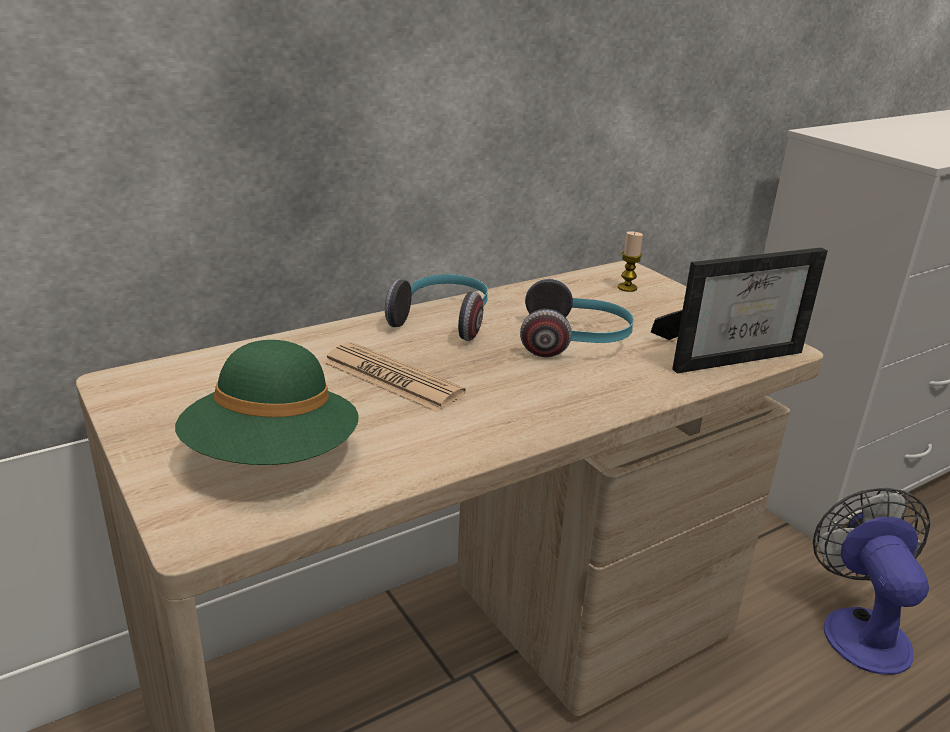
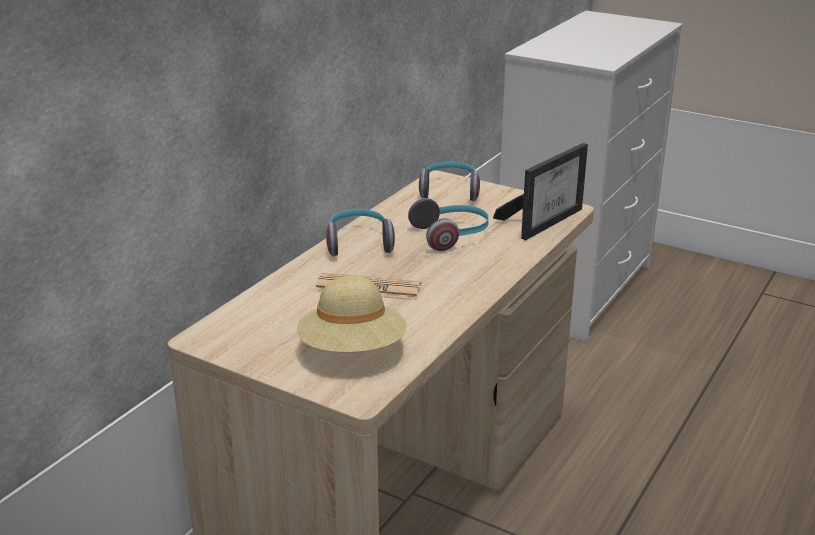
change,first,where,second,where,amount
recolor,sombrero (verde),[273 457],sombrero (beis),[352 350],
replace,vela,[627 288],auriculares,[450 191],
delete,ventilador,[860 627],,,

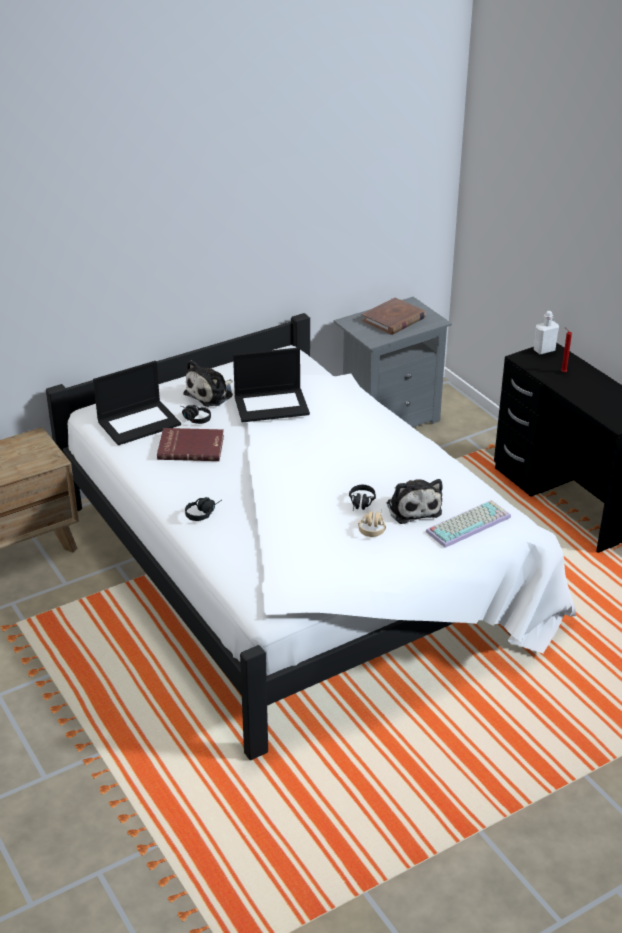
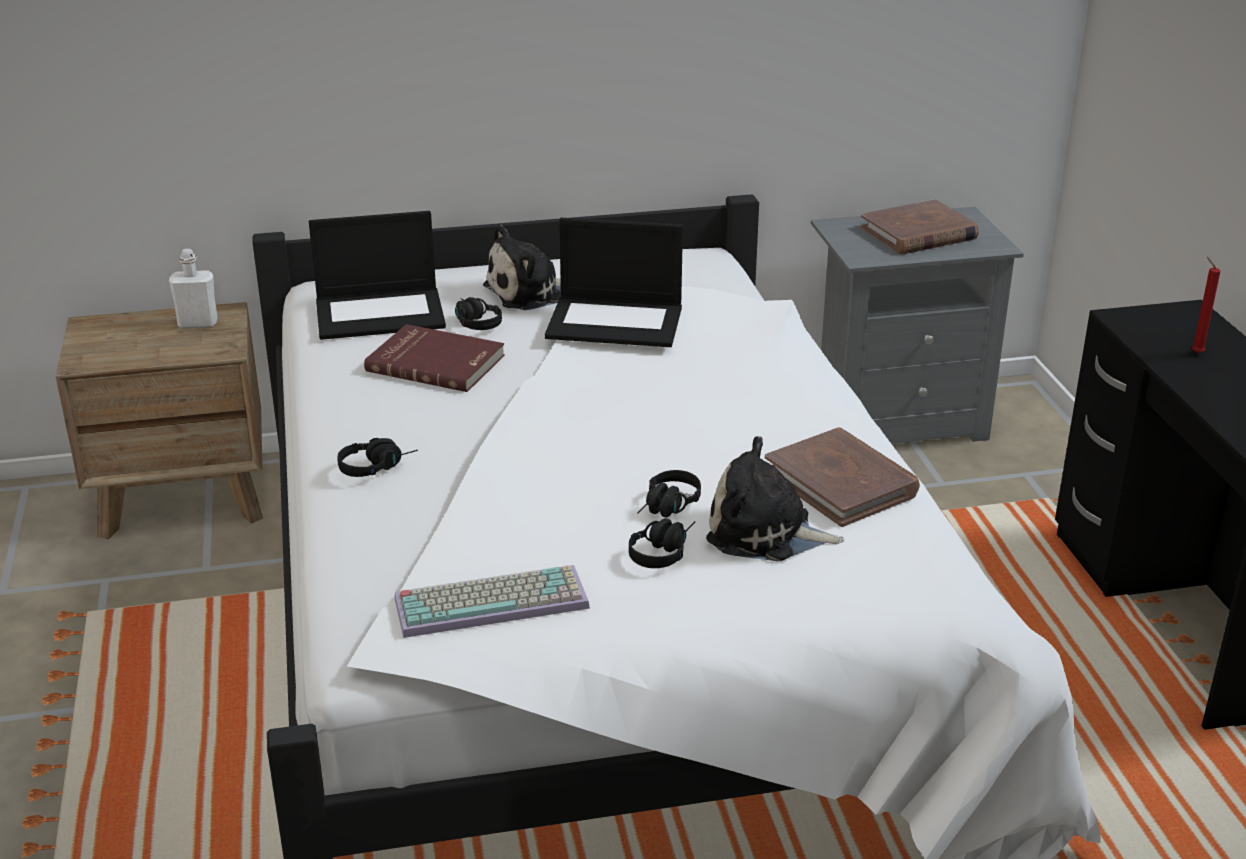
change,first,where,second,where,amount
move,botella (blanco),[544 350],,[198 323],
move,teclado,[468 523],,[493 601],
recolor,auriculares (beis),[372 527],auriculares (negro),[663 551],
rotate,peluche,[413 507],,[765 533],105 degrees clockwise
insert,,,libro (marrón),[841 483],

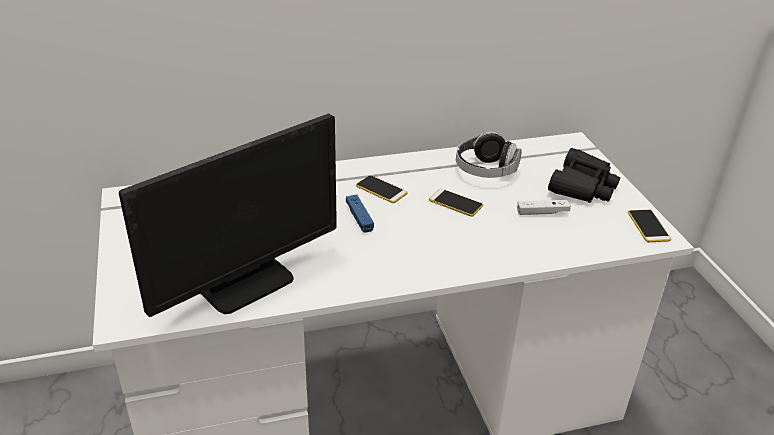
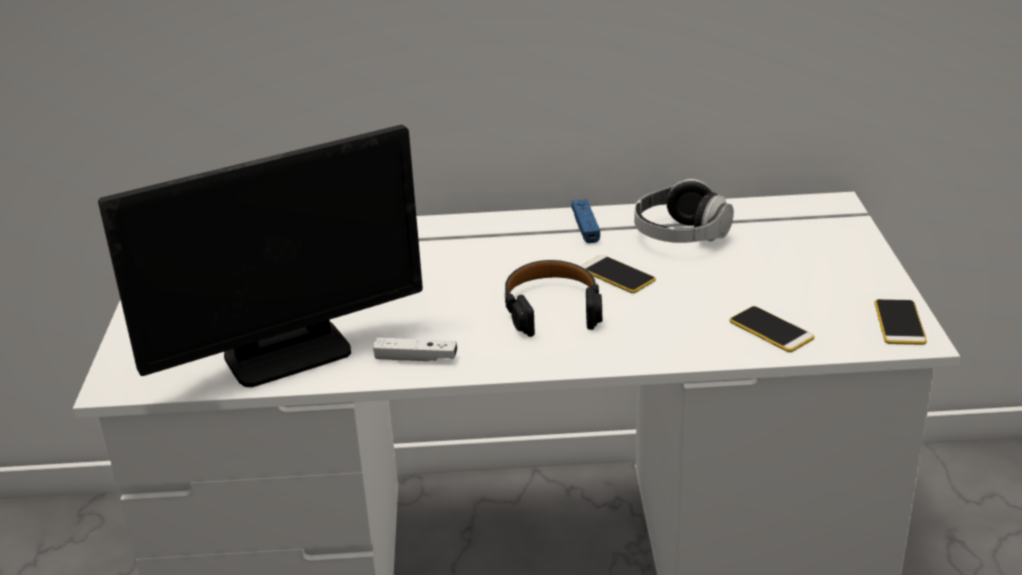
change,first,where,second,where,amount
move,mando de consola (blanco),[542 212],,[416 358],
insert,,,auriculares (negro),[552 308],
move,mando de consola (azul),[359 218],,[585 227],
move,móvil,[381 190],,[771 330],
delete,prismáticos (negro),[582 186],,,

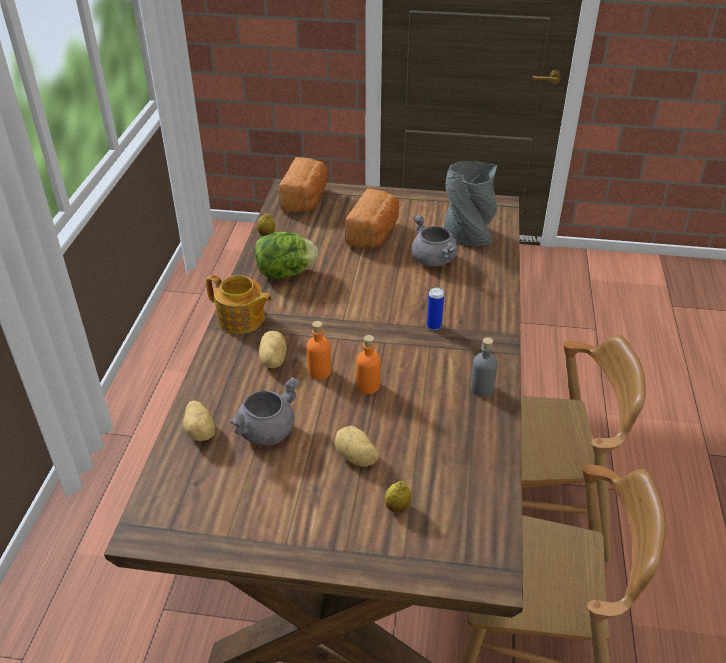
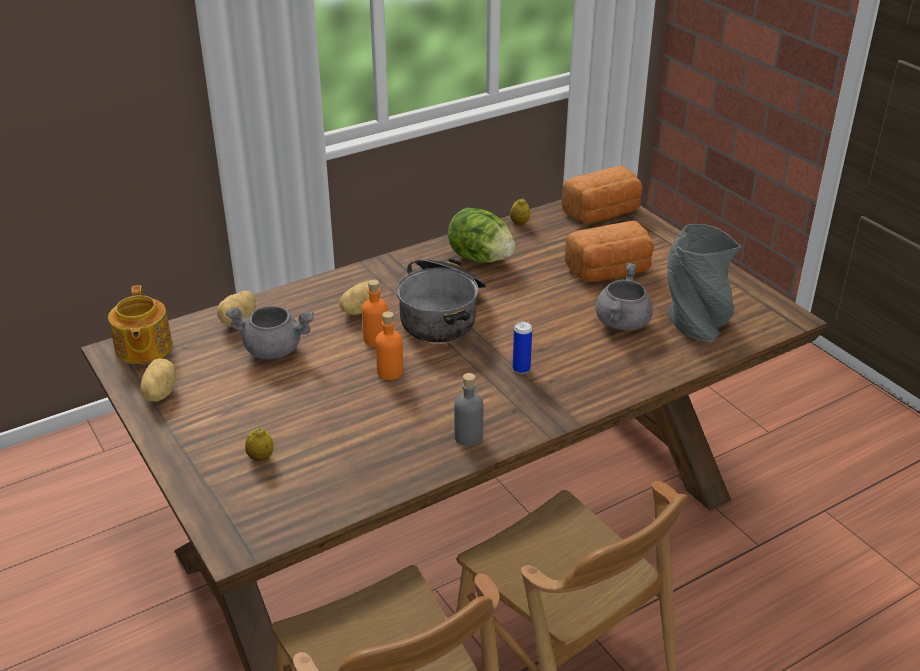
change,first,where,second,where,amount
move,tetera,[241 319],,[143 348],
move,patata,[356 458],,[159 393],
insert,,,olla,[443 314],

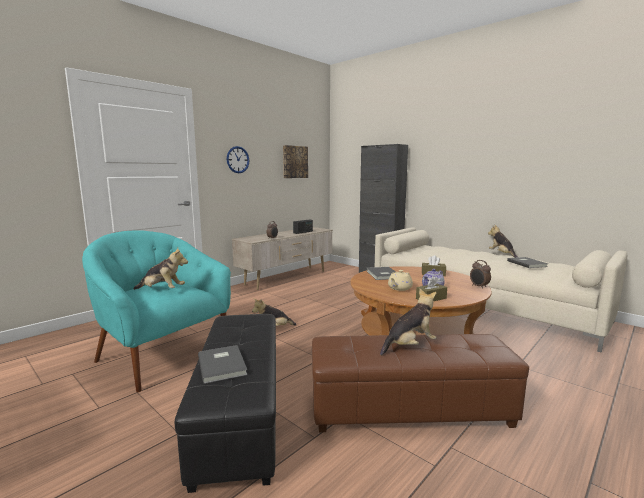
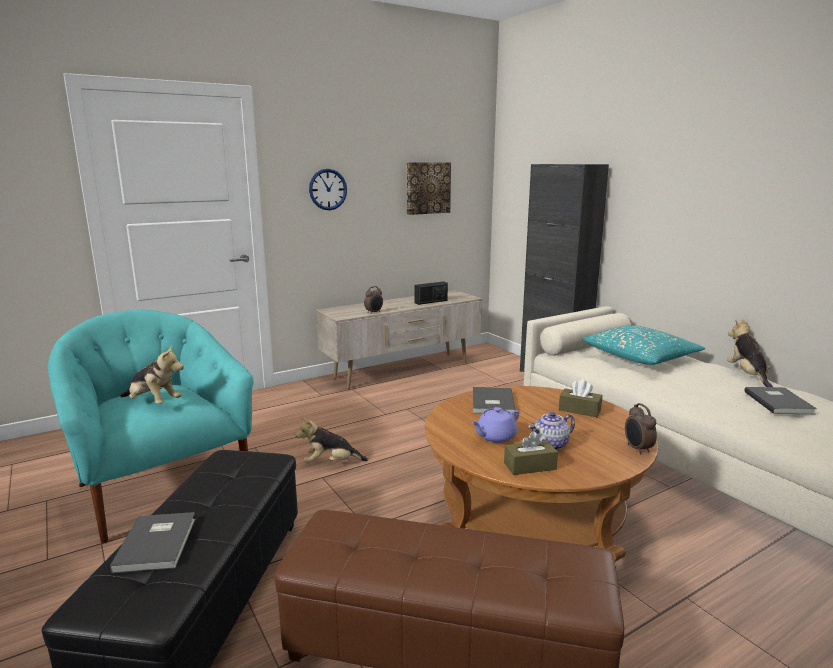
change,first,where,second,where,amount
recolor,tetera (beis),[399 288],tetera (morado),[495 437],
insert,,,cojín (turquesa),[640 357],
delete,peluche,[409 346],,,

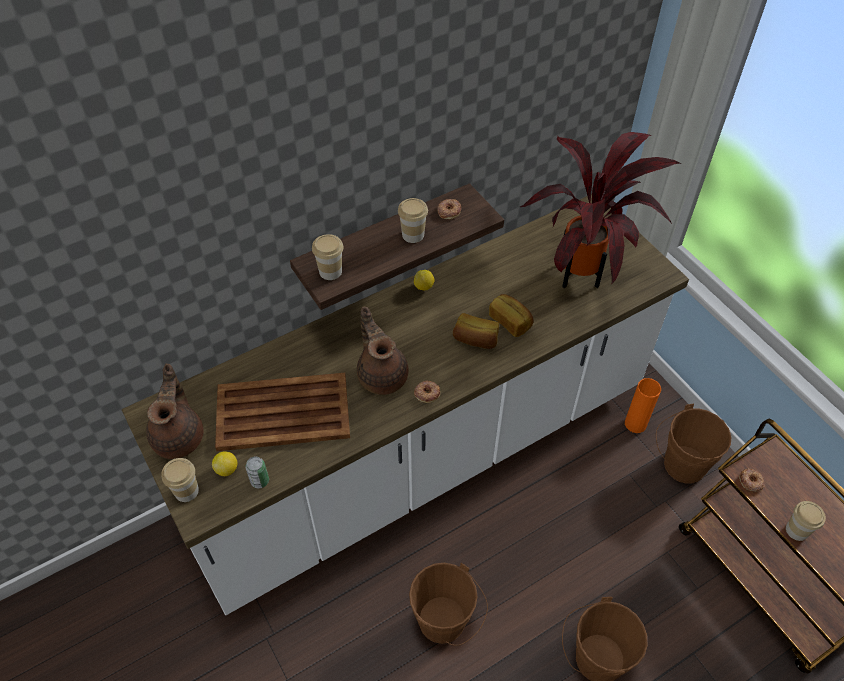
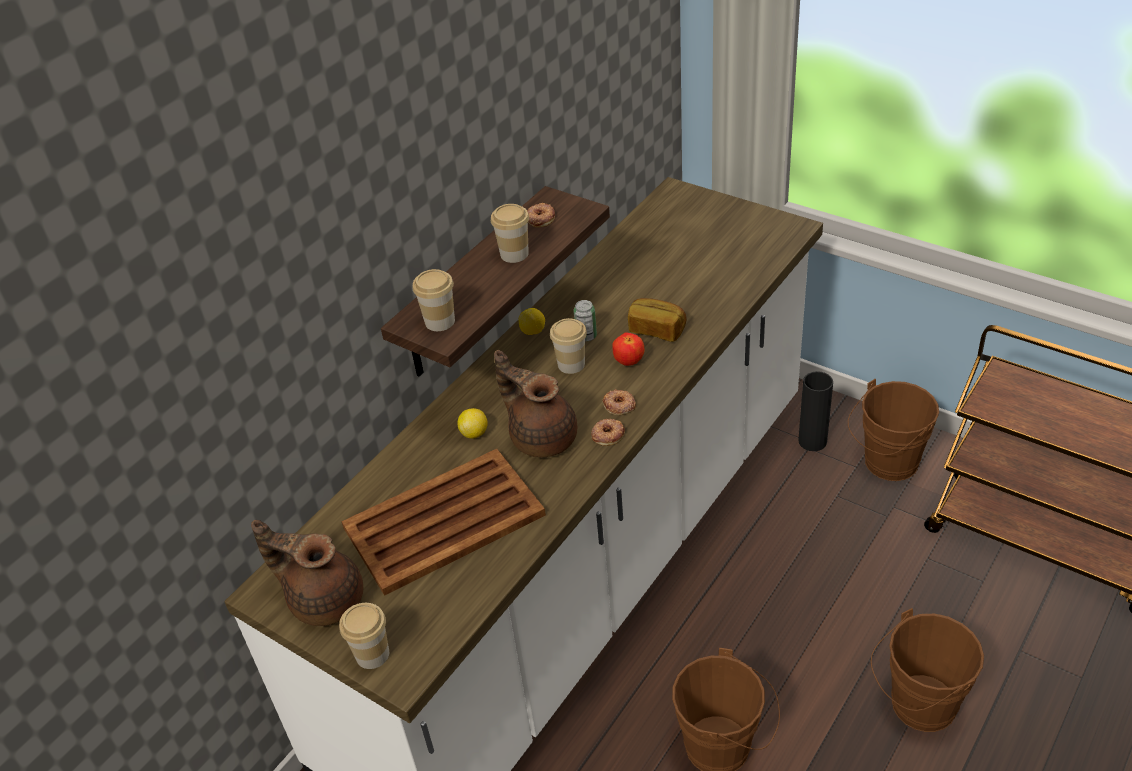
change,first,where,second,where,amount
rotate,tetera (marrón),[179 436],,[324 598],45 degrees counterclockwise
move,limón,[227 469],,[474 433],
move,taza,[797 530],,[571 364],
move,lata,[260 481],,[586 336],
move,rosquilla,[750 481],,[619 405],
replace,pan,[475 340],manzana,[629 362],
recolor,florero (naranja),[635 423],florero (negro),[812 441],
delete,planta en maceta,[584 276],,,

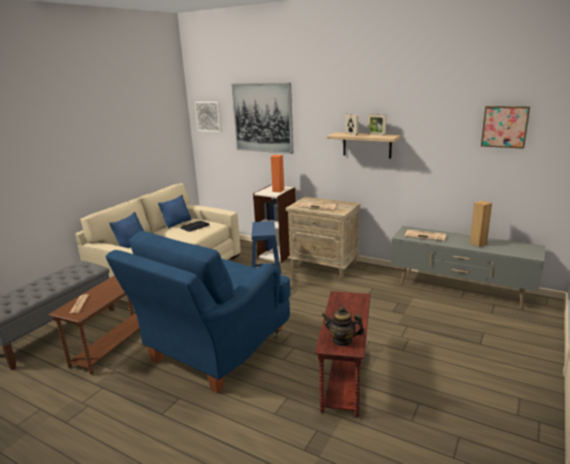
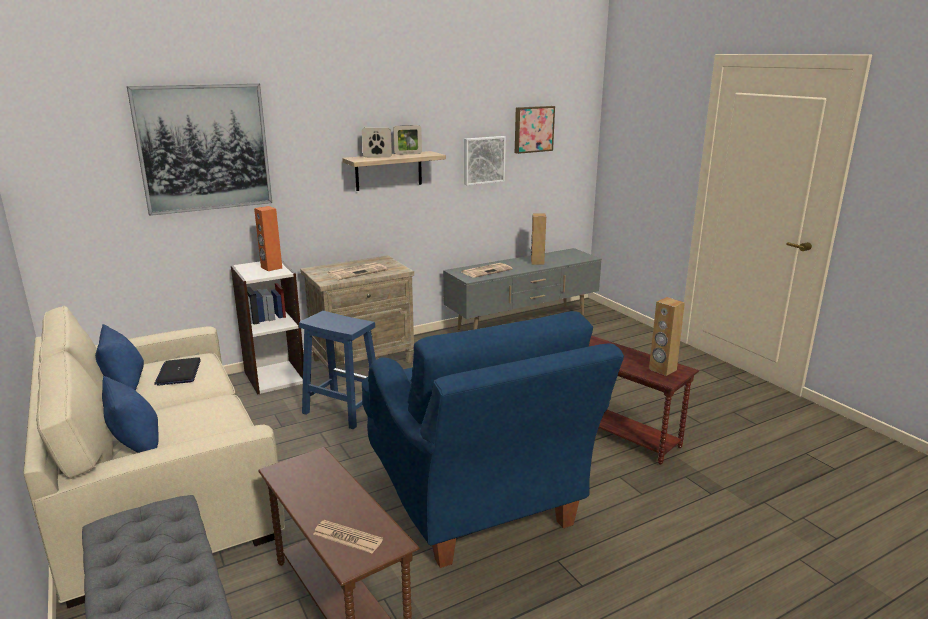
change,first,where,second,where,amount
move,cuadro,[209 116],,[483 160],
replace,tetera,[342 340],altavoz (marrón),[662 369],

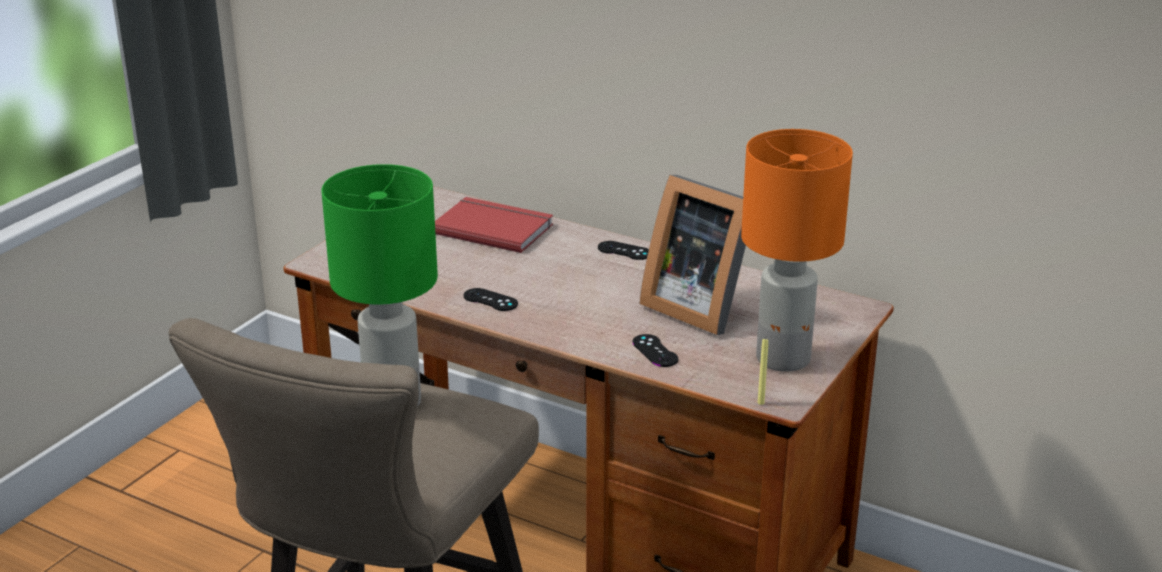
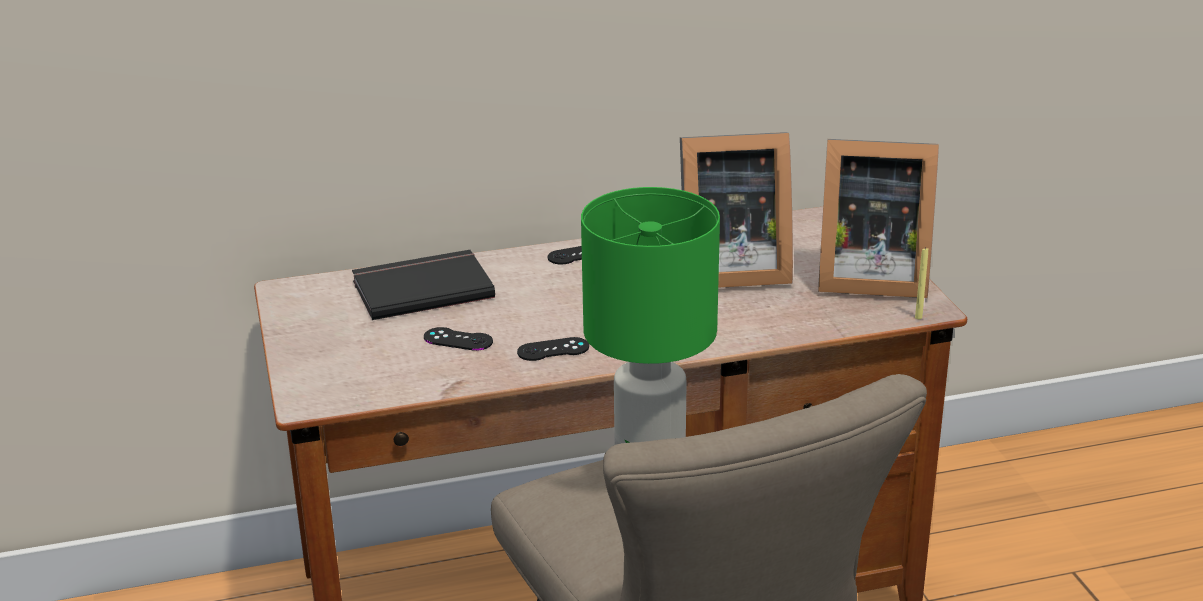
change,first,where,second,where,amount
recolor,libro (rojo),[493 228],libro (negro),[421 288],
move,mando de consola (negro),[655 351],,[458 339],
replace,lámpara de mesa (naranja),[784 359],portarretratos,[867 277],

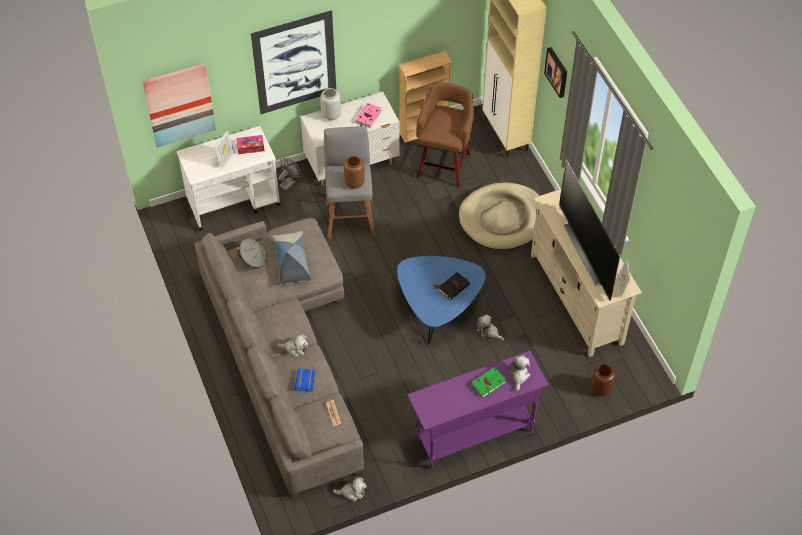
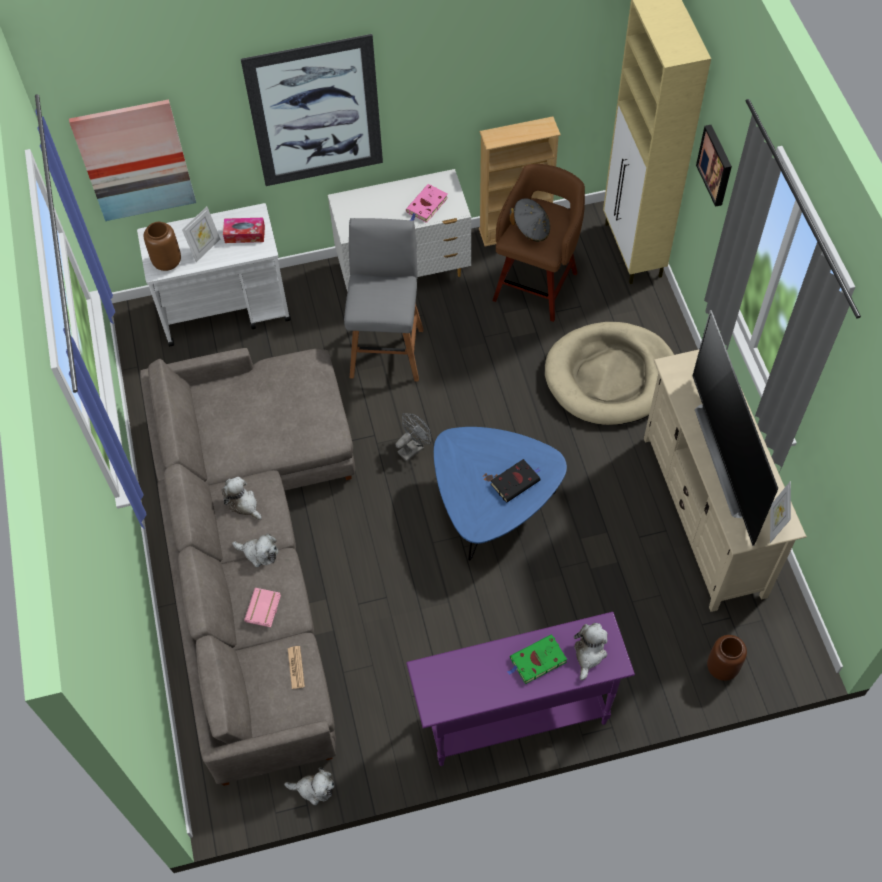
change,first,where,second,where,amount
move,florero (marrón),[354 182],,[167 261],
move,peluche,[488 332],,[243 504],
recolor,libro (azul),[306 381],libro (rosa),[264 609],
move,ventilador (gris),[289 182],,[413 448],
move,sombrero (gris),[253 259],,[531 229],
delete,cojín,[291 262],,,
delete,florero (gris),[331 115],,,

